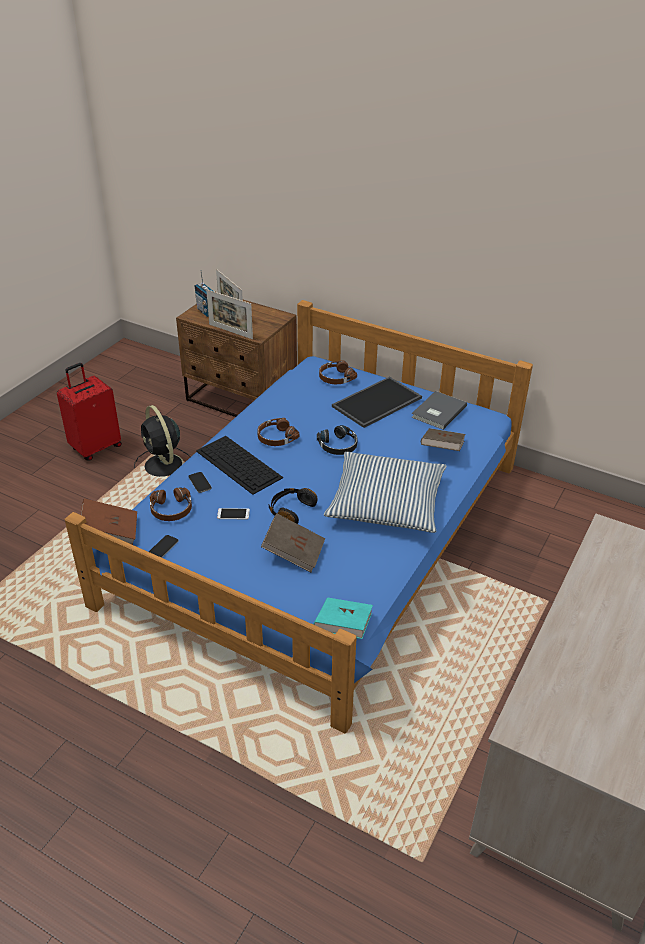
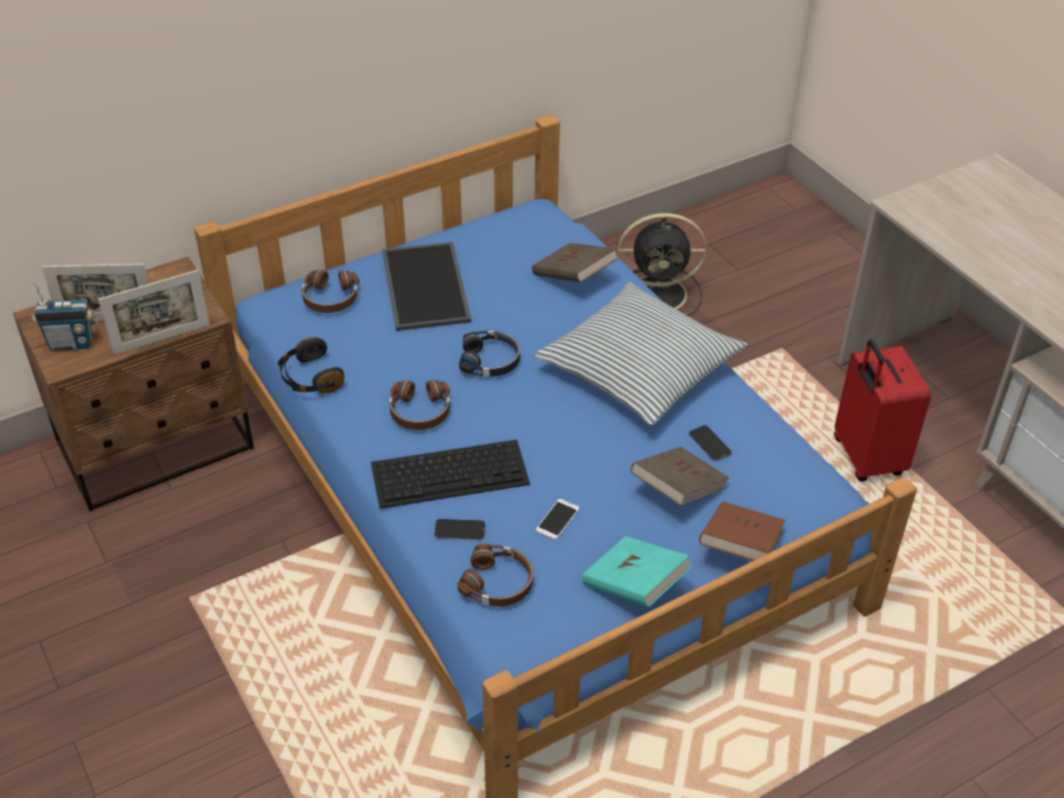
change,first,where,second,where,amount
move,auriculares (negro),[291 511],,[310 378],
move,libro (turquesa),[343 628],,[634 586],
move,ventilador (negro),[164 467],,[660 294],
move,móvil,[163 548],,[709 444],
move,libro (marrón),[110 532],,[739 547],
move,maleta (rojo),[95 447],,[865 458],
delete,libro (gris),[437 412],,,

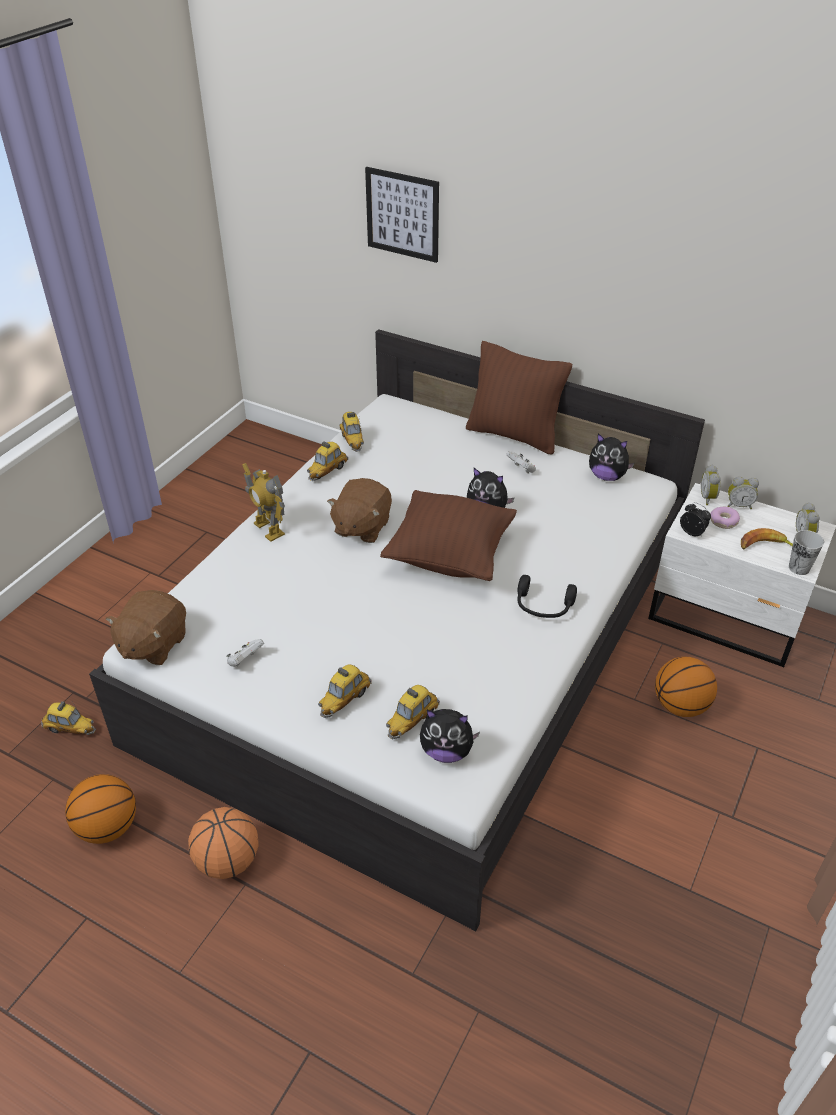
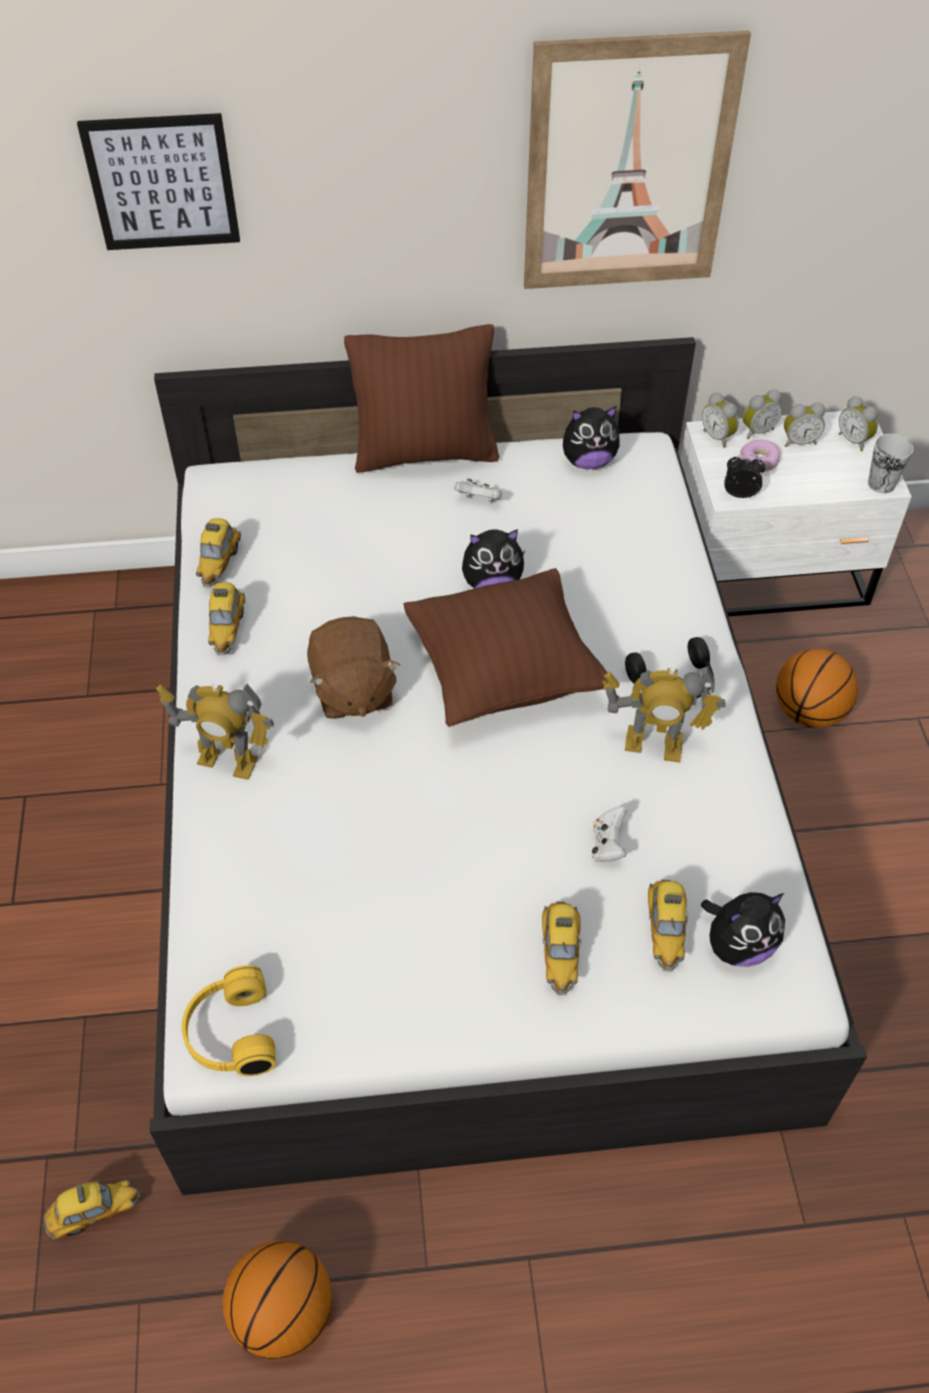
change,first,where,second,where,amount
replace,peluche (marrón),[152 644],auriculares (amarillo),[229 1033],
rotate,coche de juguete,[352 441],,[219 563],60 degrees clockwise
insert,,,cuadro,[628 167],
move,mando de consola (blanco),[245 660],,[607 845],
insert,,,robot de juguete,[653 746],
insert,,,despertador,[798 441],
delete,balón de baloncesto,[227 861],,,
delete,plátano,[765 546],,,

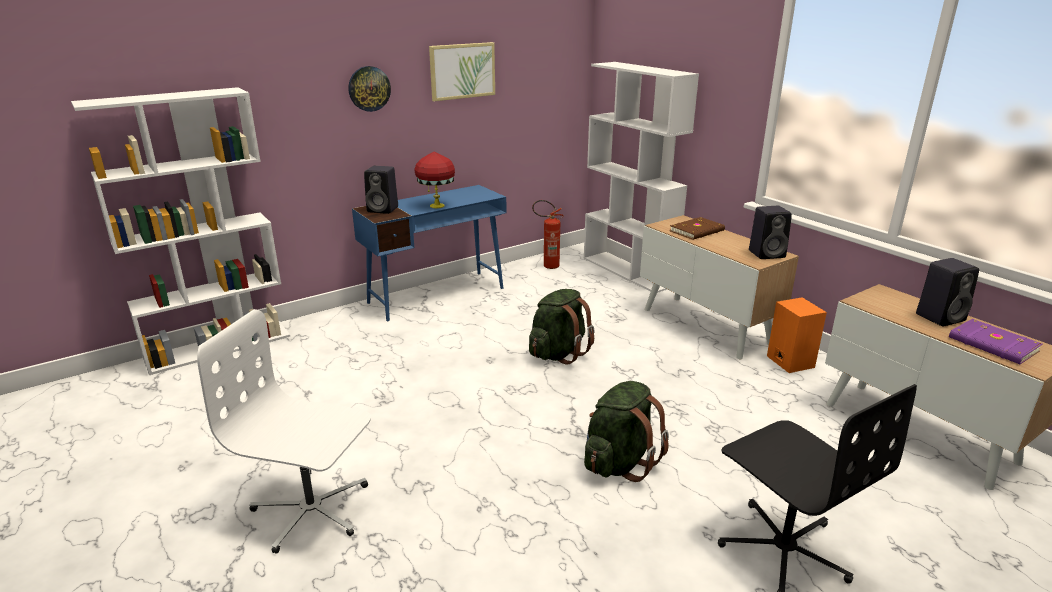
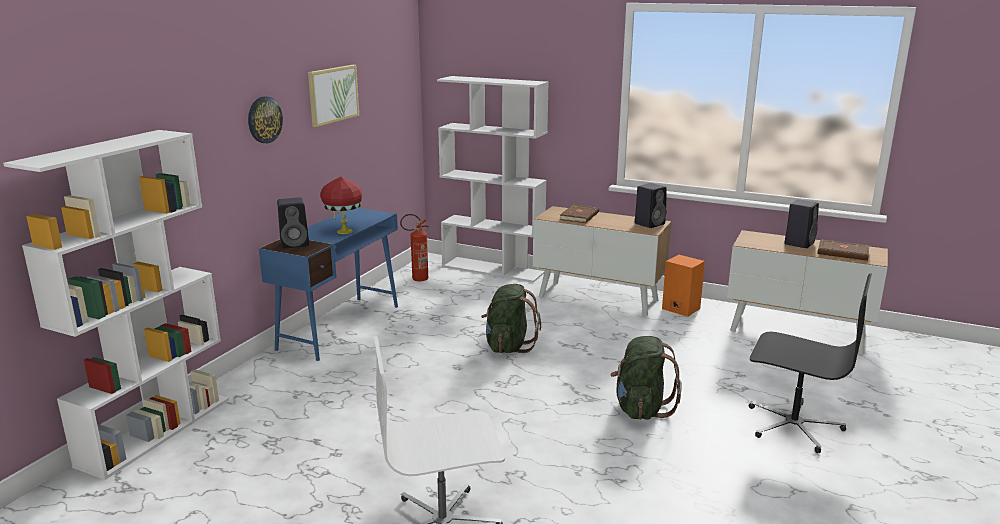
change,first,where,second,where,amount
recolor,libro (morado),[993 345],libro (marrón),[843 253],

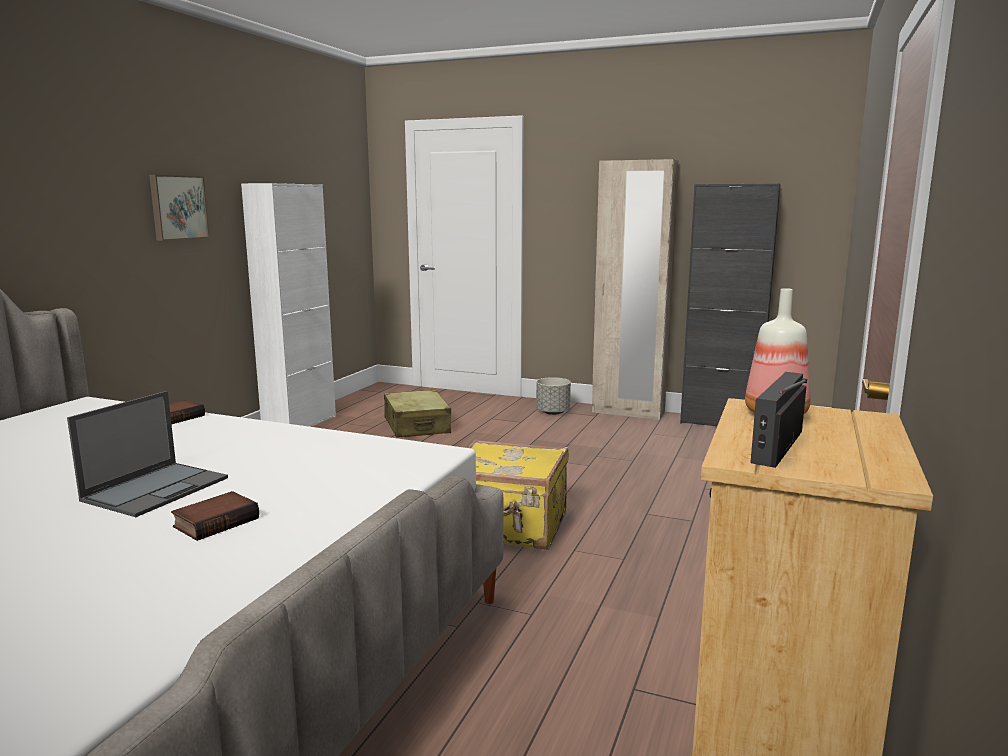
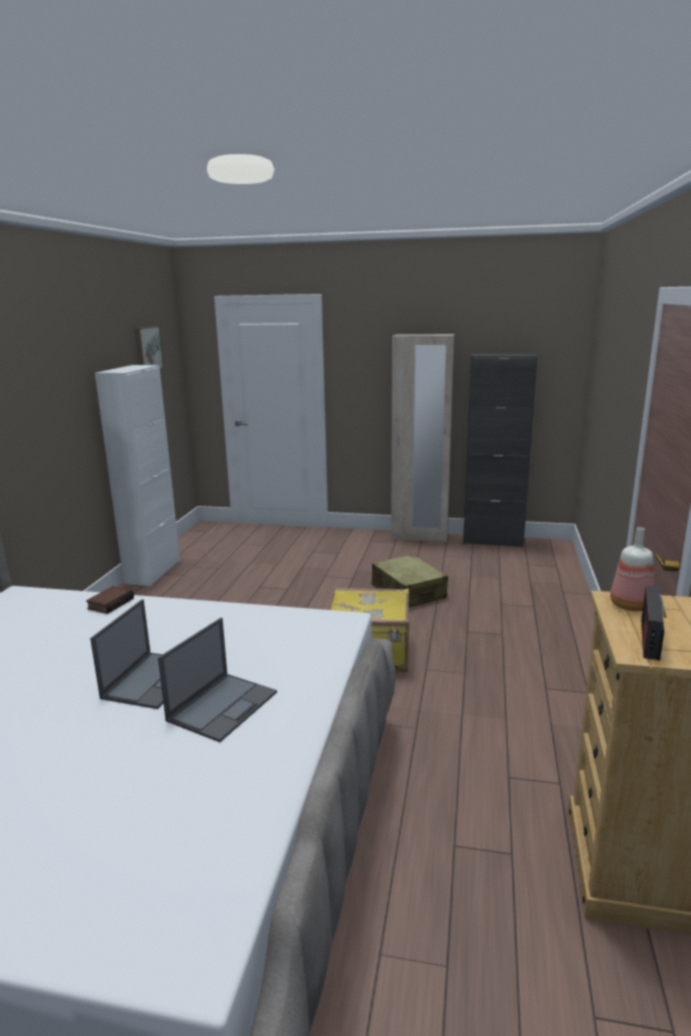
change,first,where,second,where,amount
move,cuadro,[177 207],,[147 349],
replace,libro,[216 521],portátil,[223 705],
move,maleta (beis),[417 426],,[408 592],
delete,maceta (gris),[553 412],,,

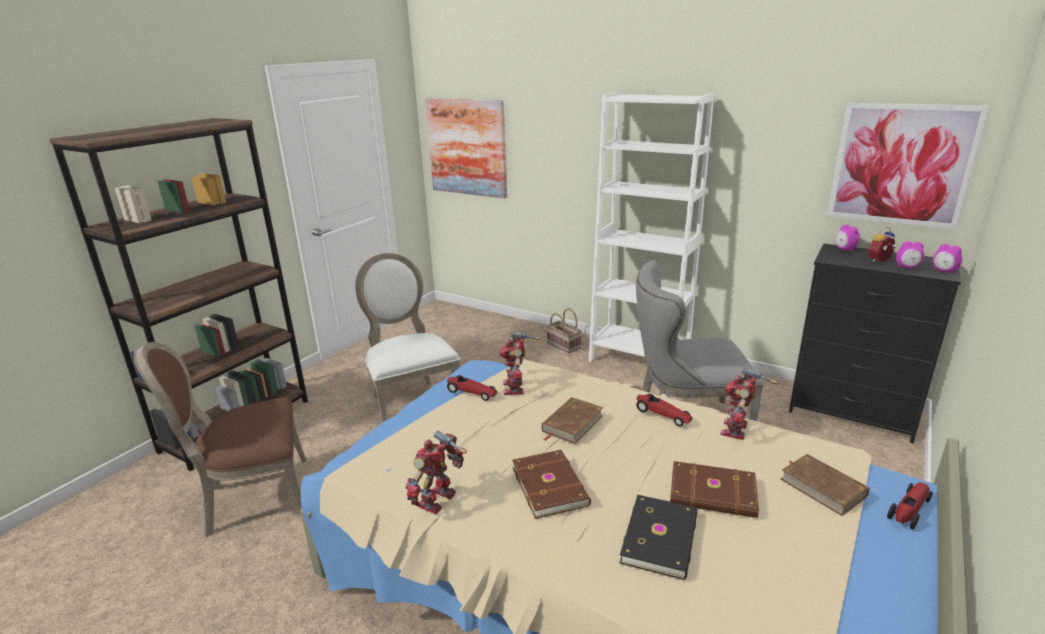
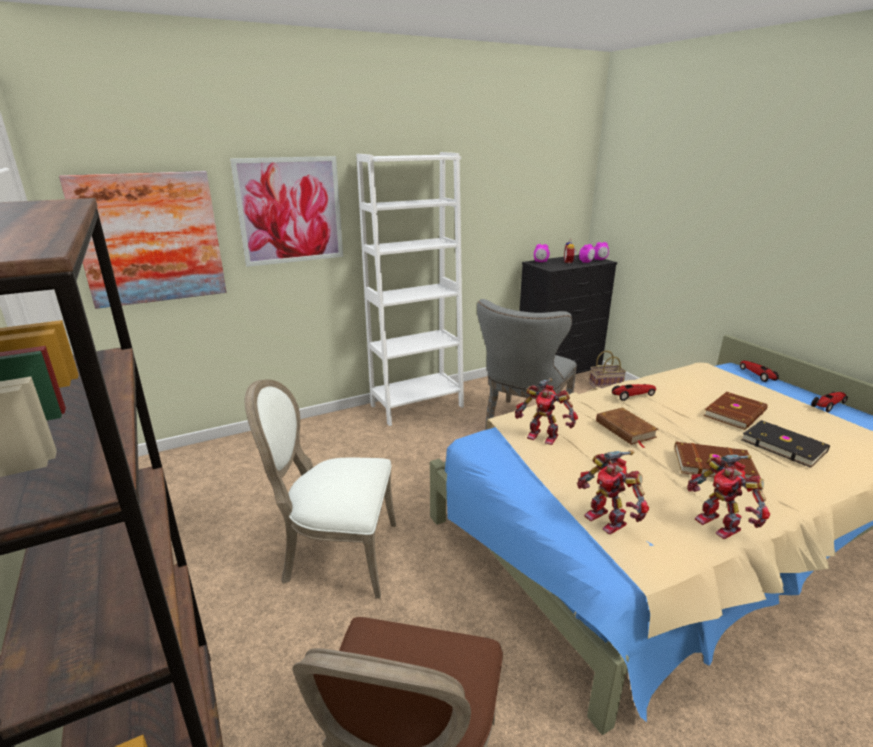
change,first,where,second,where,amount
move,cuadro,[901 165],,[290 211],
move,robot de juguete,[737 430],,[607 519],
move,cesta,[565 345],,[606 384],
move,coche de juguete,[471 393],,[828 405],
delete,libro (marrón),[822 487],,,

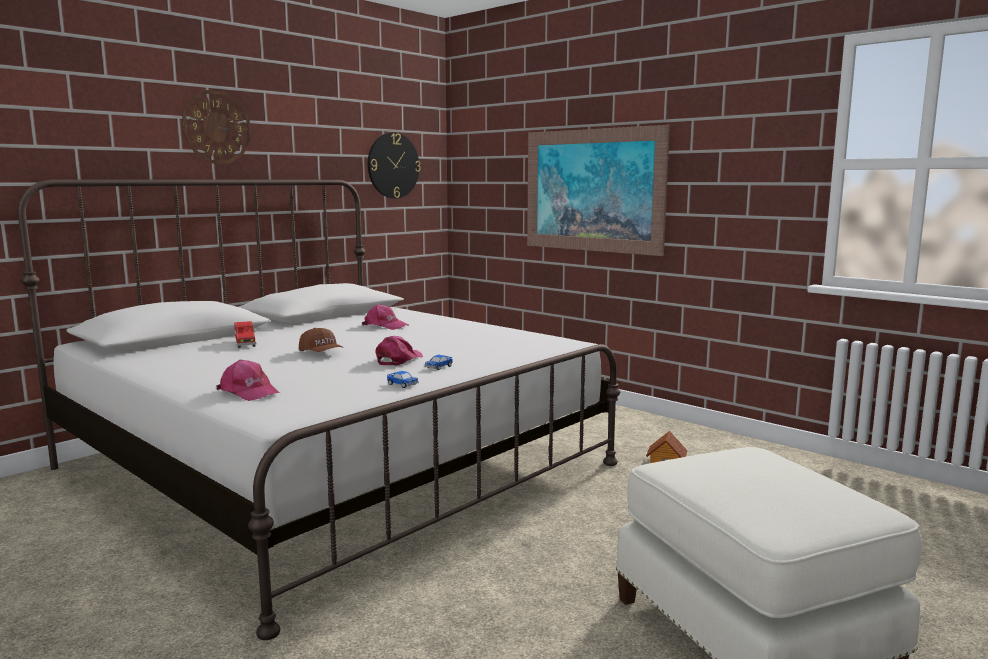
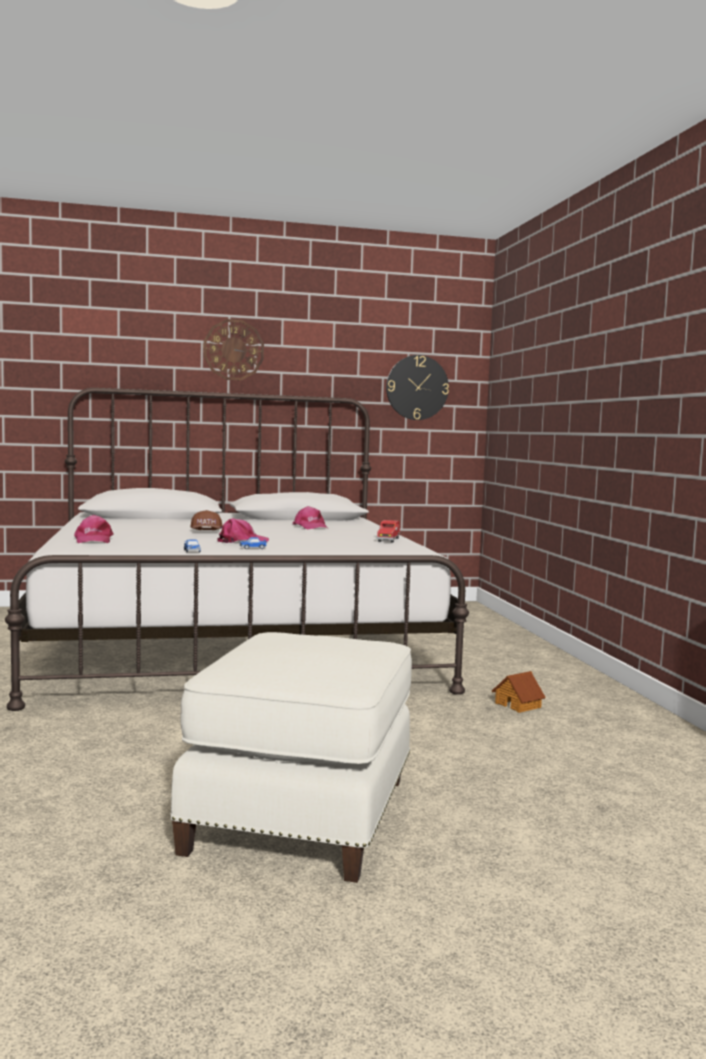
change,first,where,second,where,amount
move,coche de juguete (rojo),[245 343],,[388 540],
delete,cuadro,[593 190],,,

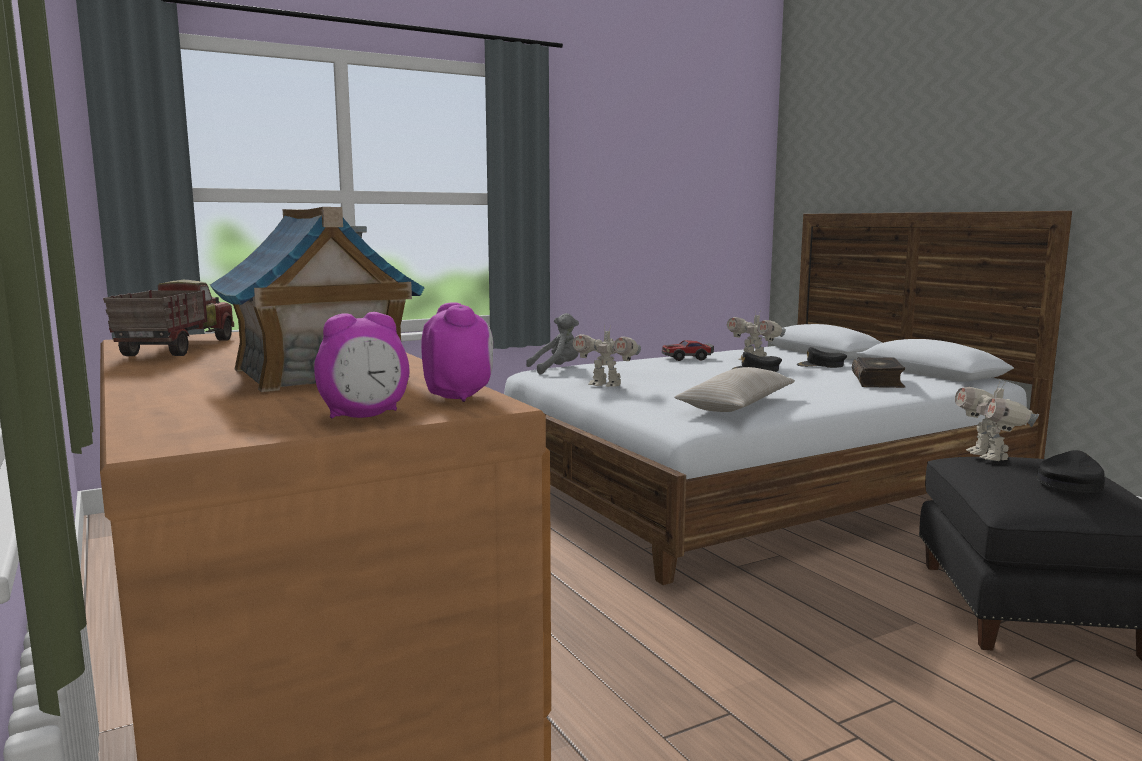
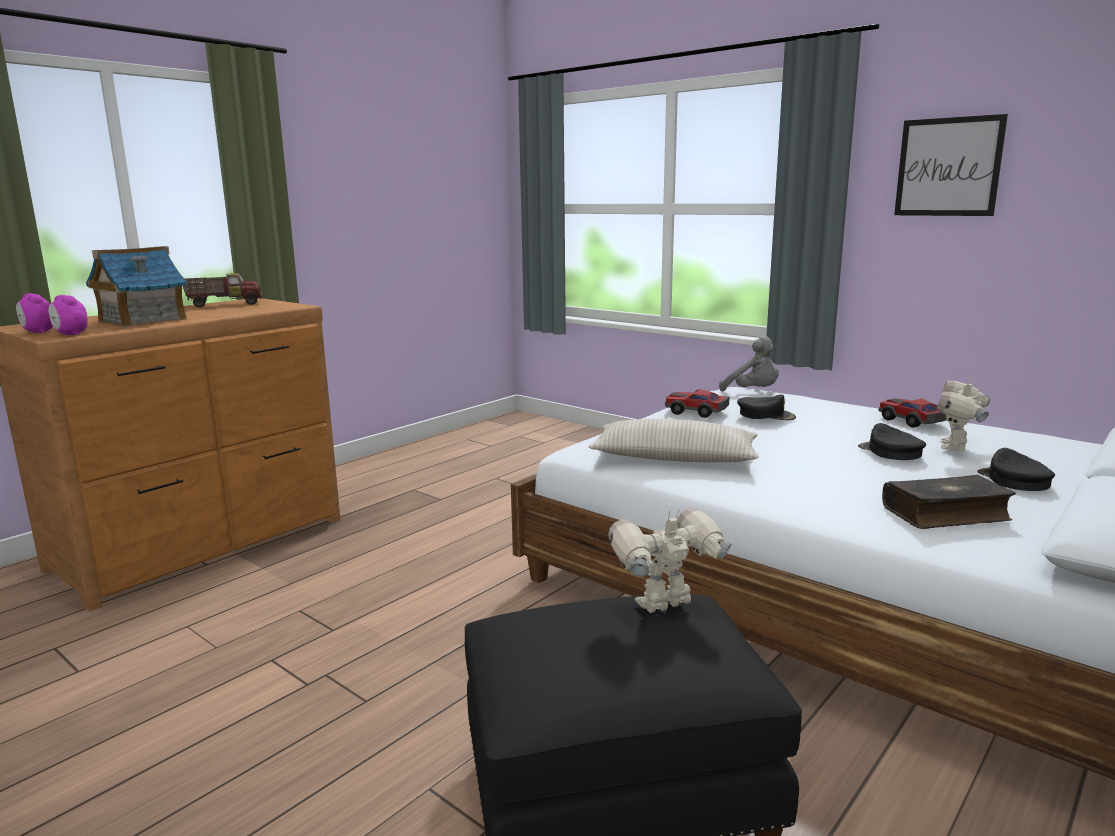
change,first,where,second,where,amount
rotate,despertador,[459 397],,[71 334],75 degrees clockwise
replace,robot de juguete,[605 385],coche de juguete,[696 411],
move,gorra (negro),[1069 483],,[765 415],
insert,,,cuadro,[948 167],

